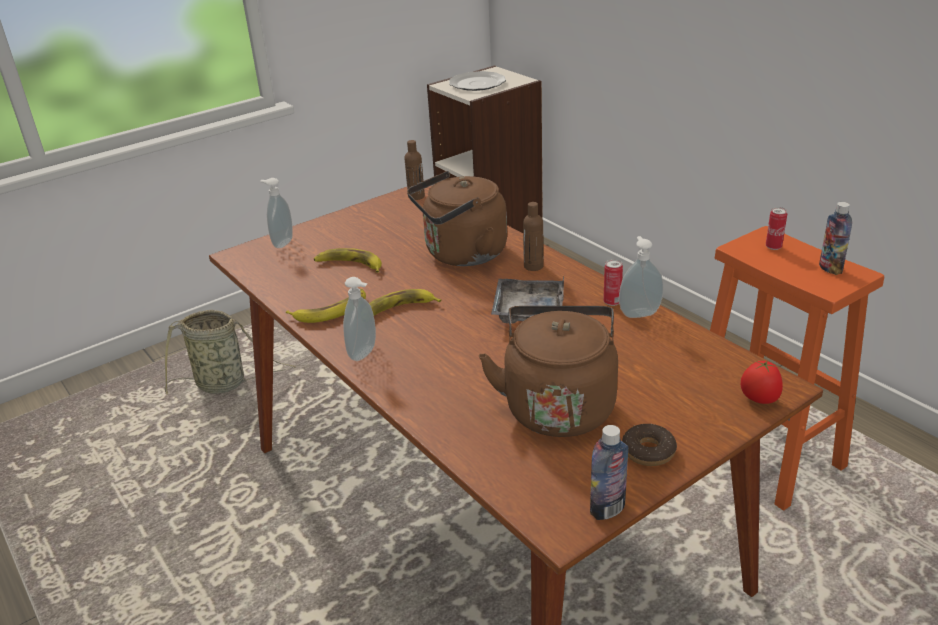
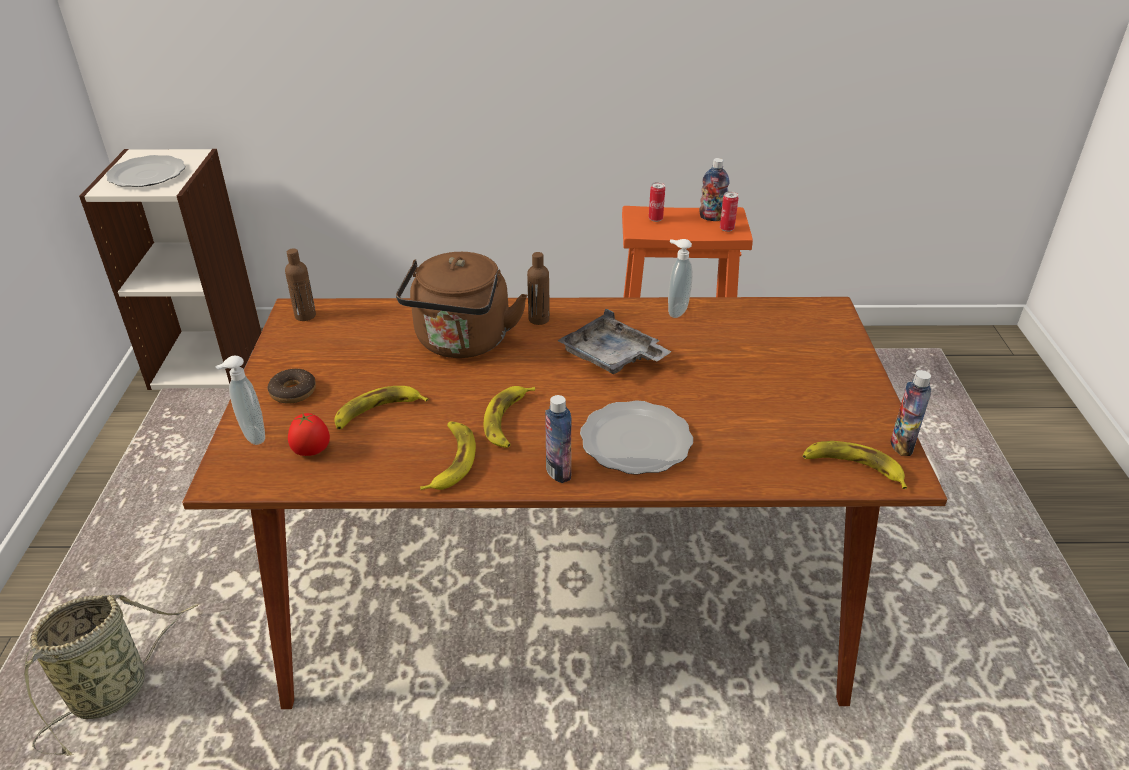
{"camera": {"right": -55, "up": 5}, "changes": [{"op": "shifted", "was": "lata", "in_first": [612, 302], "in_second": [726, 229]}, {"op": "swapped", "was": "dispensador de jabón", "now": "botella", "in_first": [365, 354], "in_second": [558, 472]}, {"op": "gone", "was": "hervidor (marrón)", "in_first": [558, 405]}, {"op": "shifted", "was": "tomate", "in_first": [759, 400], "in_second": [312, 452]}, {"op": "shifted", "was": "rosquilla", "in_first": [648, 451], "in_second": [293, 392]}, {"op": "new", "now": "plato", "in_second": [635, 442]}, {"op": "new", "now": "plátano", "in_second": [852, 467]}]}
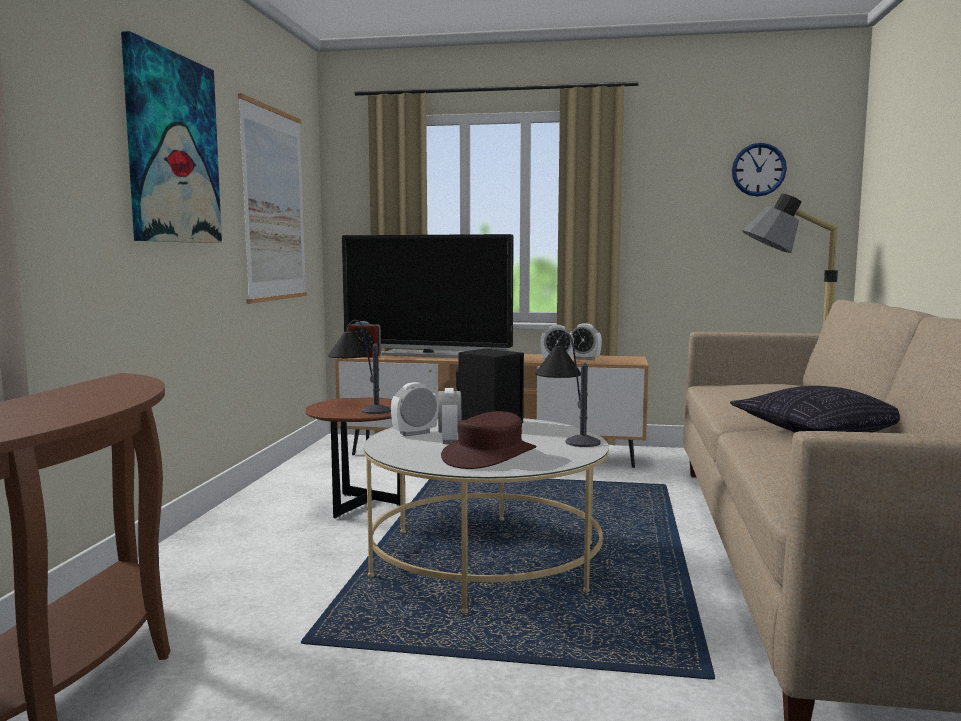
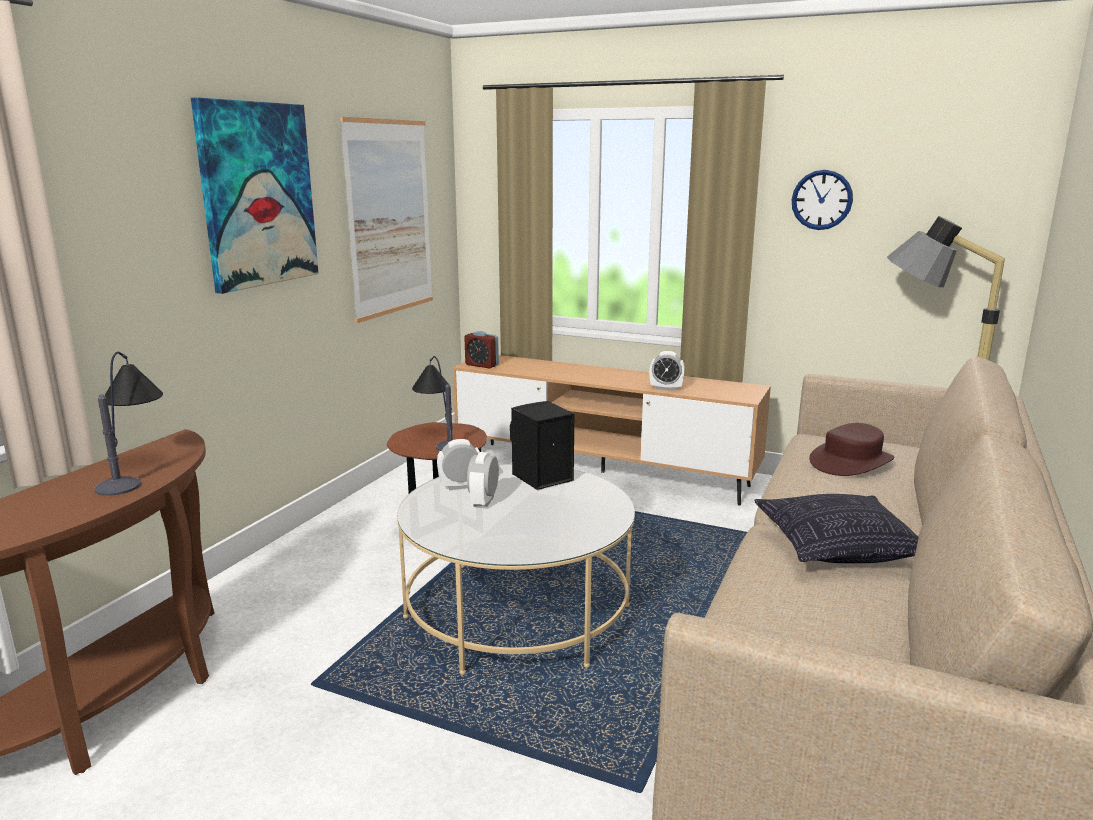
{"camera": {"right": 15, "up": 10}, "changes": [{"op": "shifted", "was": "reloj de pared", "in_first": [758, 169], "in_second": [821, 200]}, {"op": "gone", "was": "televisor", "in_first": [428, 354]}, {"op": "gone", "was": "despertador", "in_first": [584, 359]}, {"op": "shifted", "was": "lámpara de mesa", "in_first": [566, 434], "in_second": [134, 470]}, {"op": "shifted", "was": "sombrero (marrón)", "in_first": [490, 455], "in_second": [851, 462]}]}
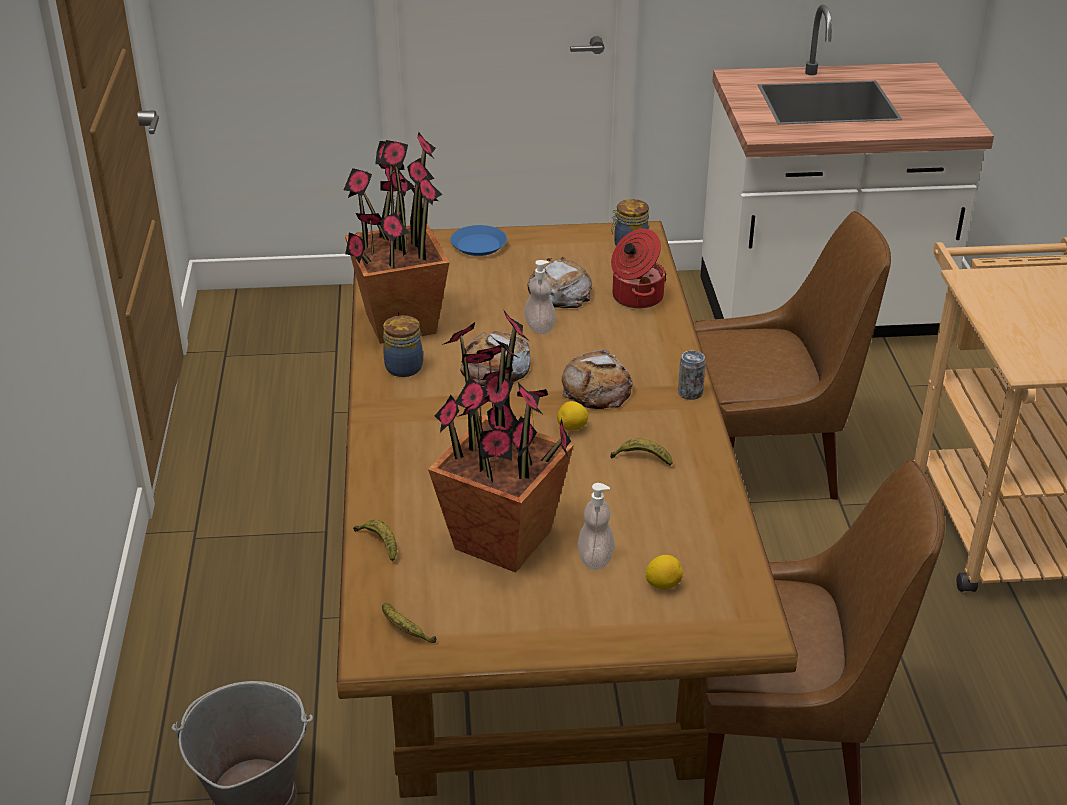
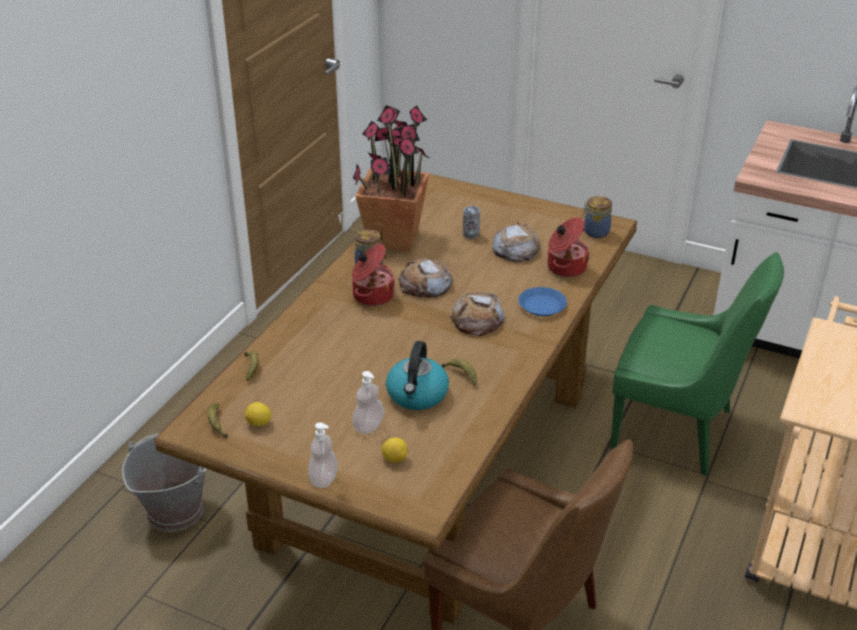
{"camera": {"right": 30, "up": 0}, "changes": [{"op": "repainted", "was": "silla (marrón)", "now": "silla (verde)", "in_first": [770, 461], "in_second": [677, 430]}, {"op": "shifted", "was": "plato (azul)", "in_first": [478, 245], "in_second": [542, 305]}, {"op": "shifted", "was": "dispensador de jabón", "in_first": [539, 327], "in_second": [323, 479]}, {"op": "gone", "was": "planta en maceta", "in_first": [502, 541]}, {"op": "shifted", "was": "lata", "in_first": [690, 393], "in_second": [471, 235]}, {"op": "shifted", "was": "limón", "in_first": [572, 428], "in_second": [259, 423]}, {"op": "new", "now": "olla", "in_second": [372, 295]}, {"op": "new", "now": "hervidor", "in_second": [417, 395]}]}
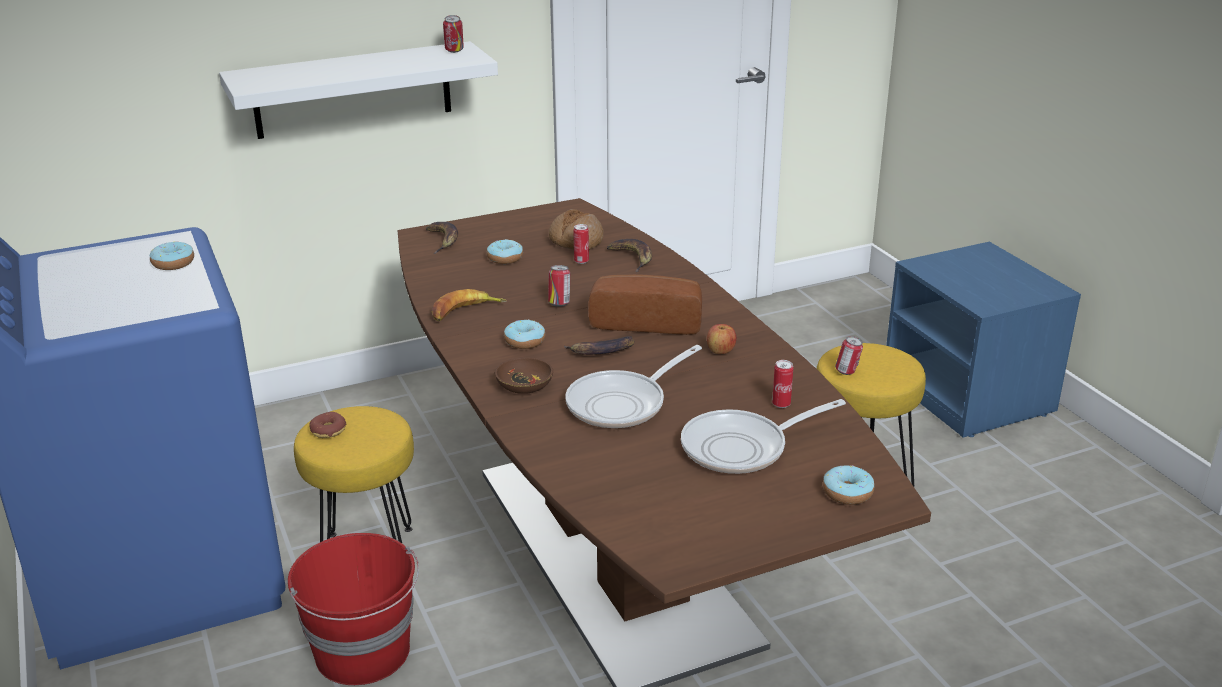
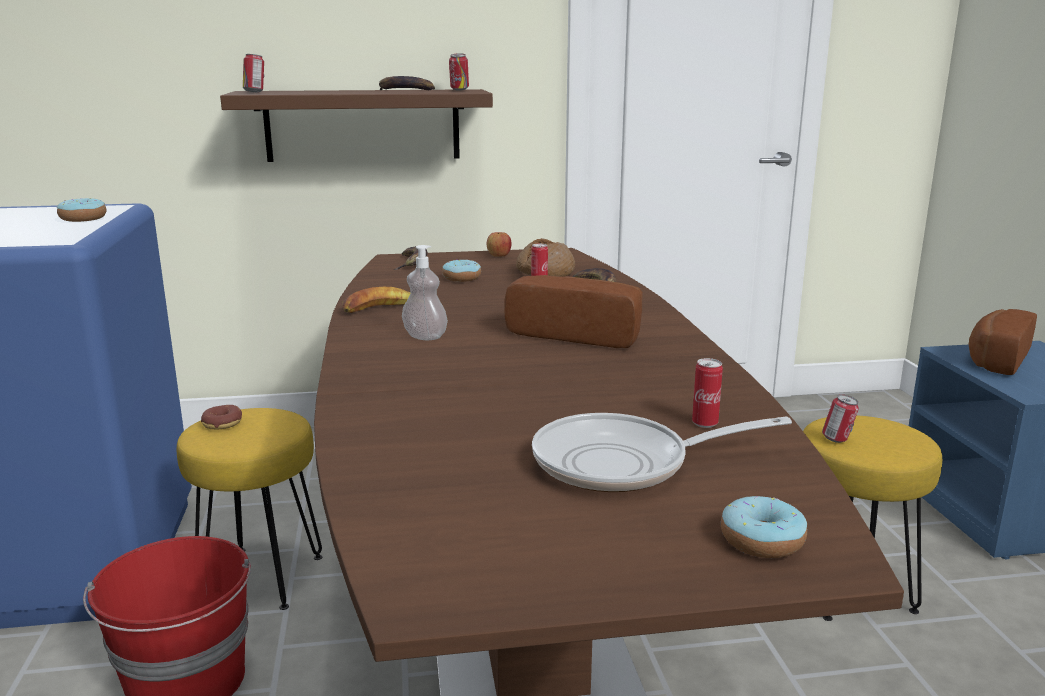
{"camera": {"right": 15, "up": -10}, "changes": [{"op": "repainted", "was": "estante (blanco)", "now": "estante (marrón)", "in_first": [353, 90], "in_second": [363, 125]}, {"op": "shifted", "was": "lata", "in_first": [559, 304], "in_second": [255, 92]}, {"op": "swapped", "was": "rosquilla", "now": "dispensador de jabón", "in_first": [525, 341], "in_second": [425, 337]}, {"op": "shifted", "was": "manzana", "in_first": [720, 351], "in_second": [499, 256]}, {"op": "shifted", "was": "plátano", "in_first": [601, 352], "in_second": [405, 91]}, {"op": "gone", "was": "sartén", "in_first": [622, 404]}, {"op": "gone", "was": "cuenco (marrón)", "in_first": [524, 386]}, {"op": "new", "now": "pan", "in_second": [994, 359]}]}
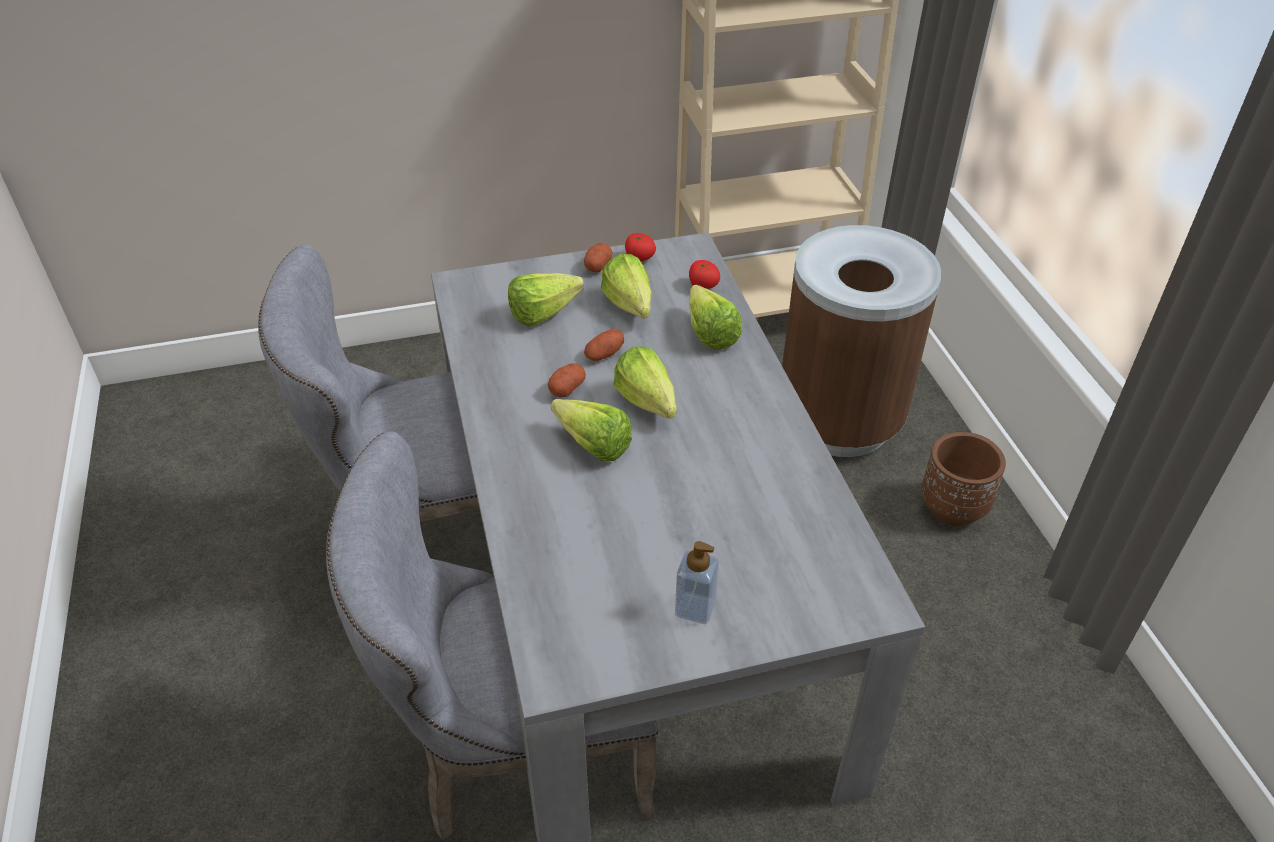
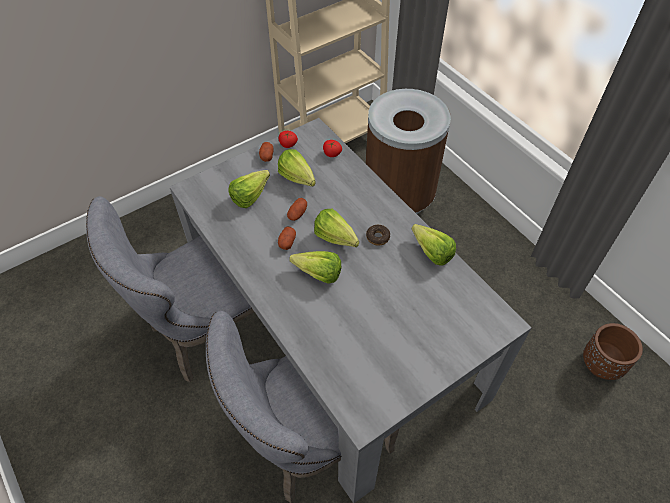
{"camera": {"right": -20, "up": 10}, "changes": [{"op": "shifted", "was": "lechuga", "in_first": [709, 330], "in_second": [429, 250]}, {"op": "shifted", "was": "maceta (marrón)", "in_first": [953, 507], "in_second": [601, 364]}, {"op": "gone", "was": "dispensador de jabón", "in_first": [695, 608]}, {"op": "new", "now": "rosquilla", "in_second": [377, 237]}]}
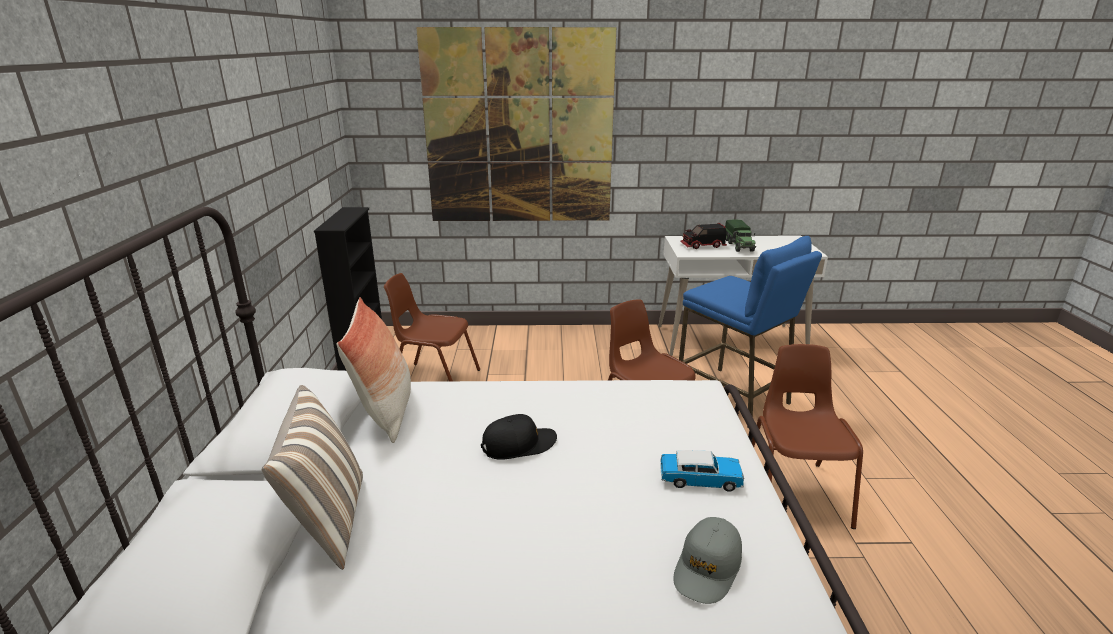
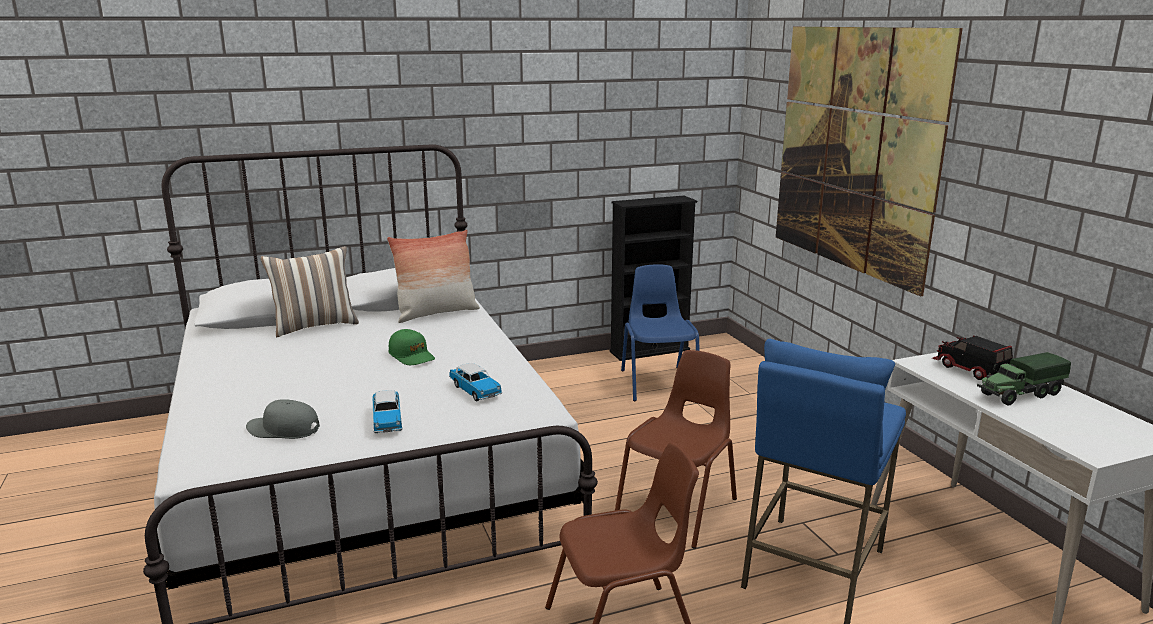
{"camera": {"right": 70, "up": -5}, "changes": [{"op": "repainted", "was": "silla (marrón)", "now": "silla (azul)", "in_first": [434, 381], "in_second": [658, 383]}, {"op": "repainted", "was": "gorra (negro)", "now": "gorra (verde)", "in_first": [519, 445], "in_second": [412, 356]}, {"op": "new", "now": "coche de juguete", "in_second": [475, 391]}]}
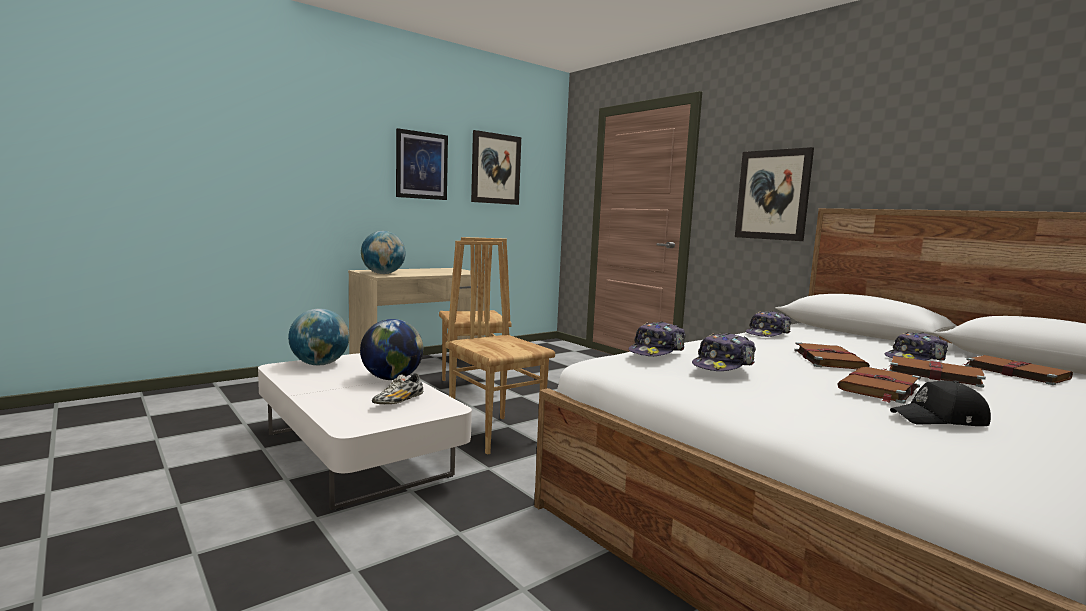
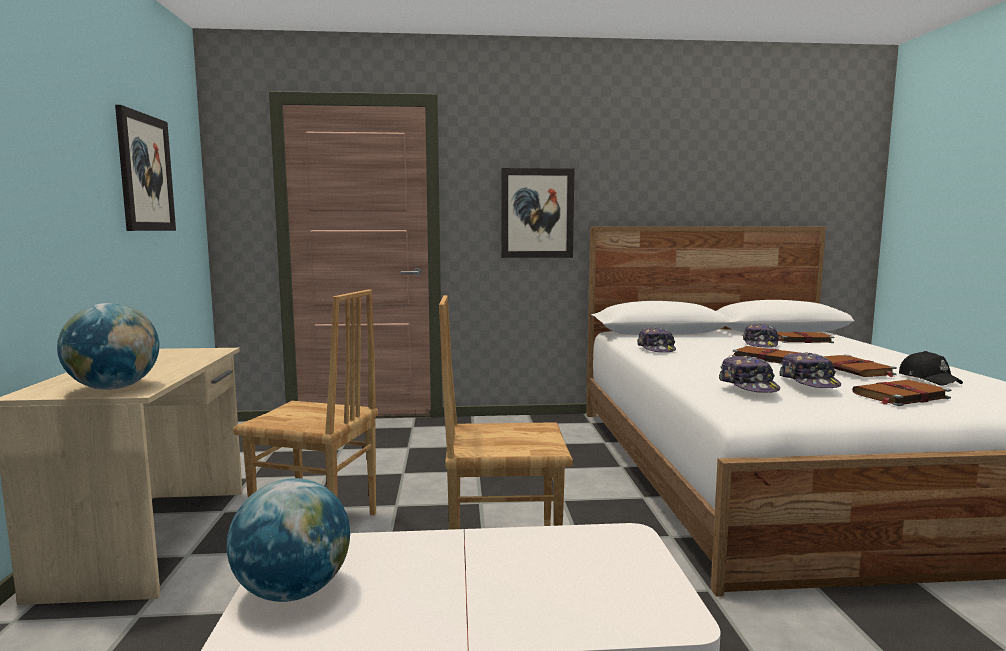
{"camera": {"right": -55, "up": 0}, "changes": [{"op": "gone", "was": "cuadro", "in_first": [421, 165]}, {"op": "gone", "was": "globo terráqueo", "in_first": [392, 379]}, {"op": "shifted", "was": "libro (marrón)", "in_first": [932, 374], "in_second": [899, 396]}, {"op": "gone", "was": "zapato", "in_first": [398, 402]}, {"op": "rotated", "was": "gorra (negro)", "in_first": [940, 420], "in_second": [929, 379], "clockwise": -45}]}
